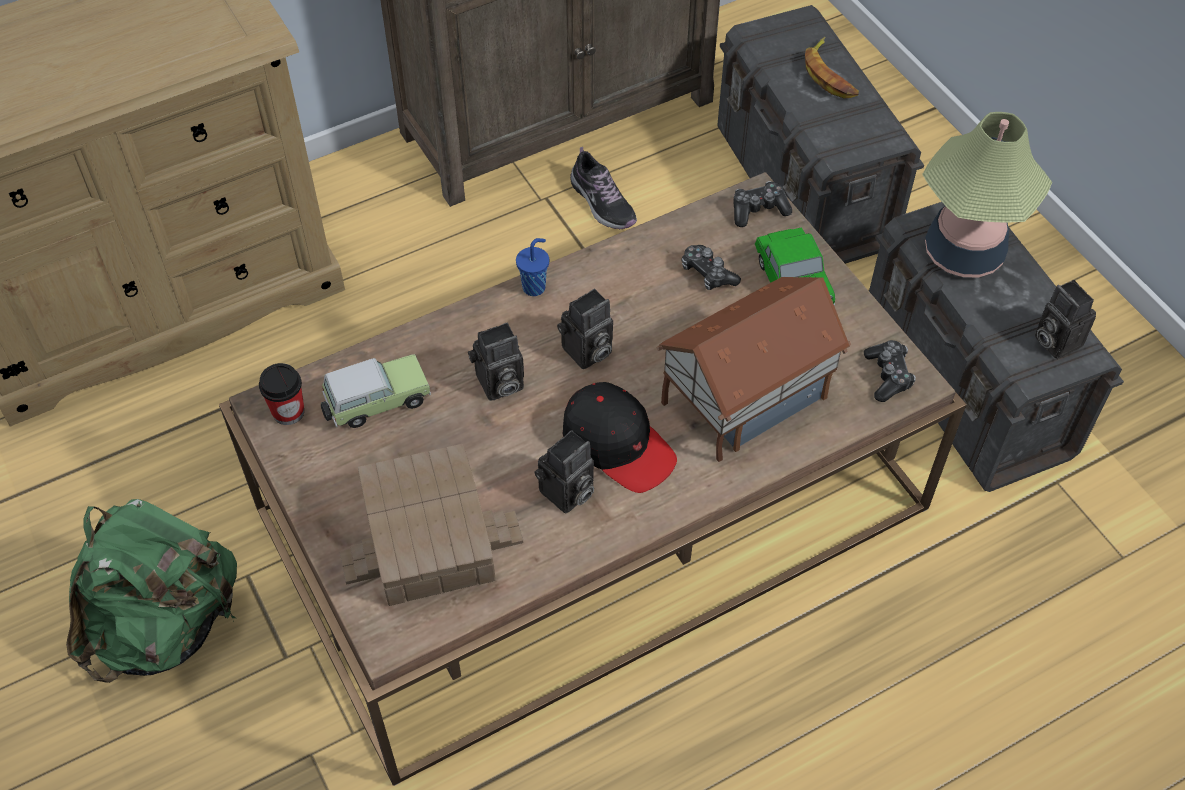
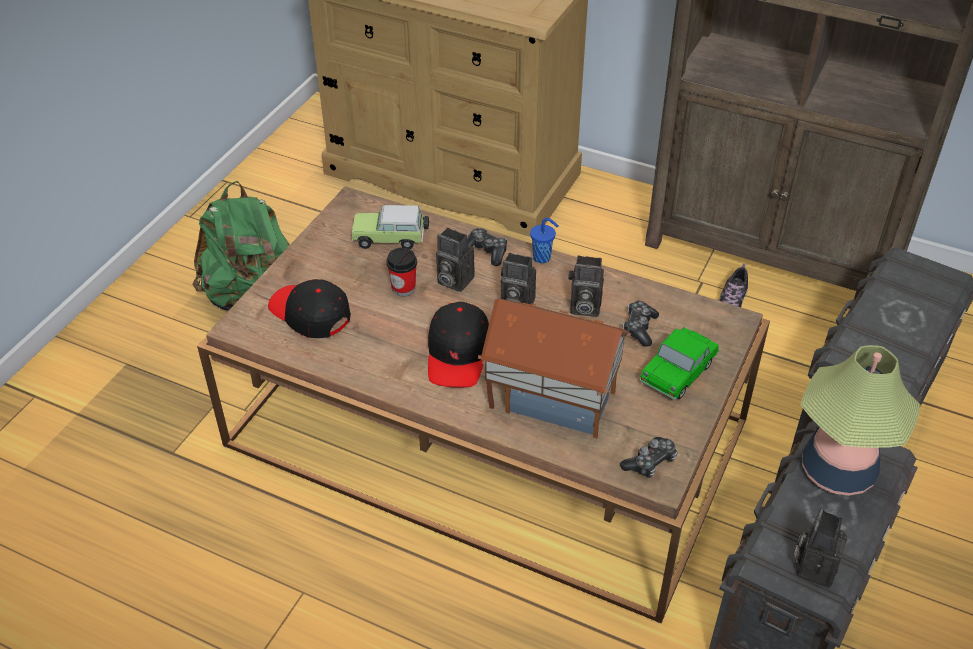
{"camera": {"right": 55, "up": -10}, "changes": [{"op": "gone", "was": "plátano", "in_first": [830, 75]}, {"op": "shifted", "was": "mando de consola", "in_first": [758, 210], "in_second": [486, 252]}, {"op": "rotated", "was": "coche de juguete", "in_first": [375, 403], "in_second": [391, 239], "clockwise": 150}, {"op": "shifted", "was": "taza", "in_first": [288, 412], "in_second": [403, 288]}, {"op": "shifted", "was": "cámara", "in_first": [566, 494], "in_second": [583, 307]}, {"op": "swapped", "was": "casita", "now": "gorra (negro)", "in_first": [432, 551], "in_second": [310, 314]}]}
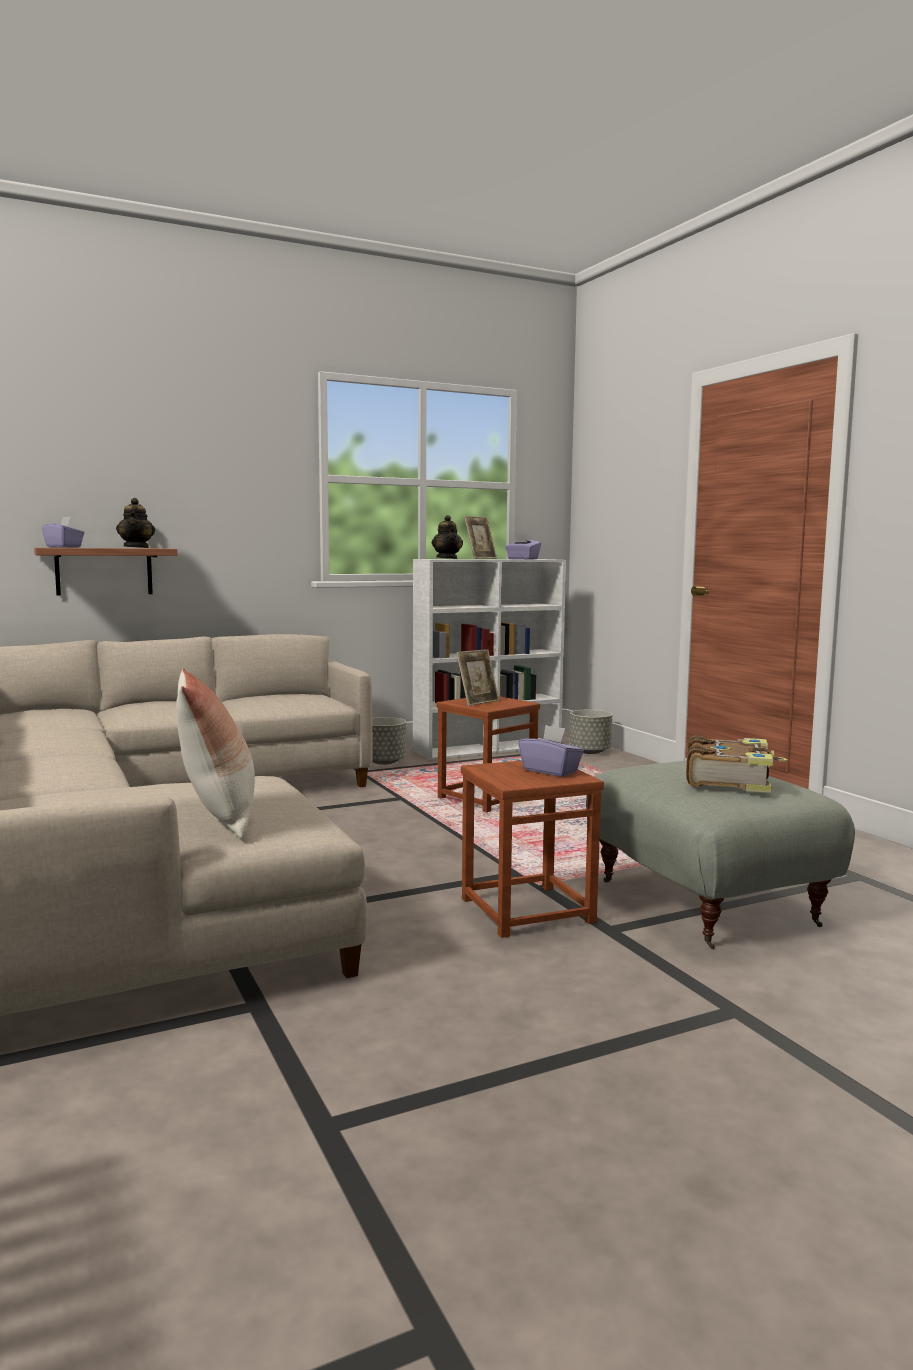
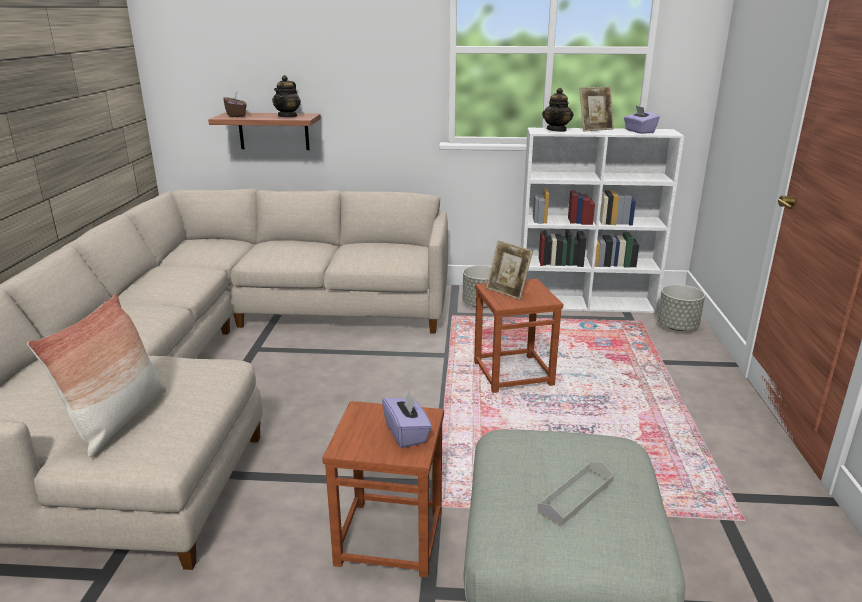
{"camera": {"right": 30, "up": 15}, "changes": [{"op": "repainted", "was": "caja de pañuelos (morado)", "now": "caja de pañuelos (marrón)", "in_first": [64, 547], "in_second": [236, 115]}, {"op": "rotated", "was": "portarretratos", "in_first": [477, 702], "in_second": [507, 292], "clockwise": 60}, {"op": "swapped", "was": "libro", "now": "bandeja (gris)", "in_first": [729, 779], "in_second": [576, 496]}]}
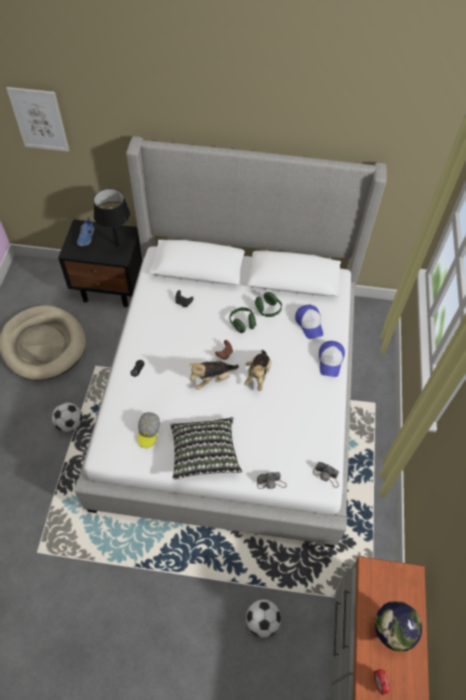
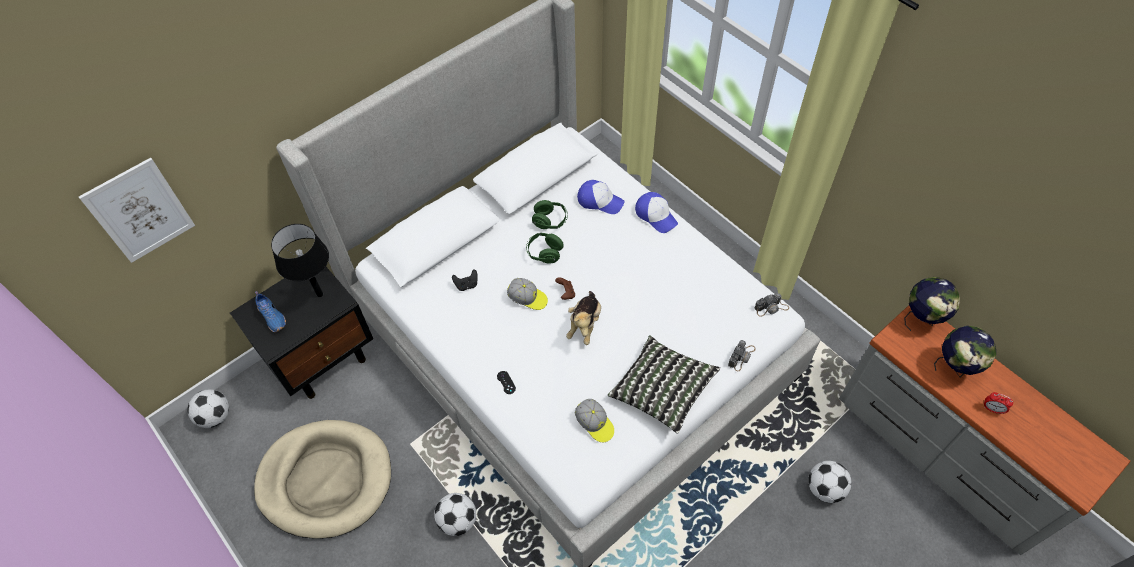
{"camera": {"right": -45, "up": 0}, "changes": [{"op": "gone", "was": "peluche", "in_first": [258, 375]}, {"op": "new", "now": "globo terráqueo", "in_second": [922, 319]}, {"op": "new", "now": "gorra", "in_second": [528, 298]}, {"op": "new", "now": "balón de fútbol", "in_second": [215, 416]}]}
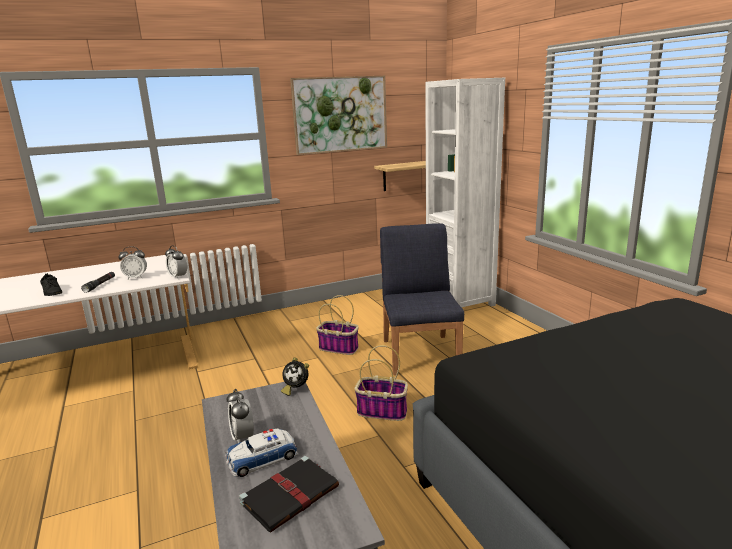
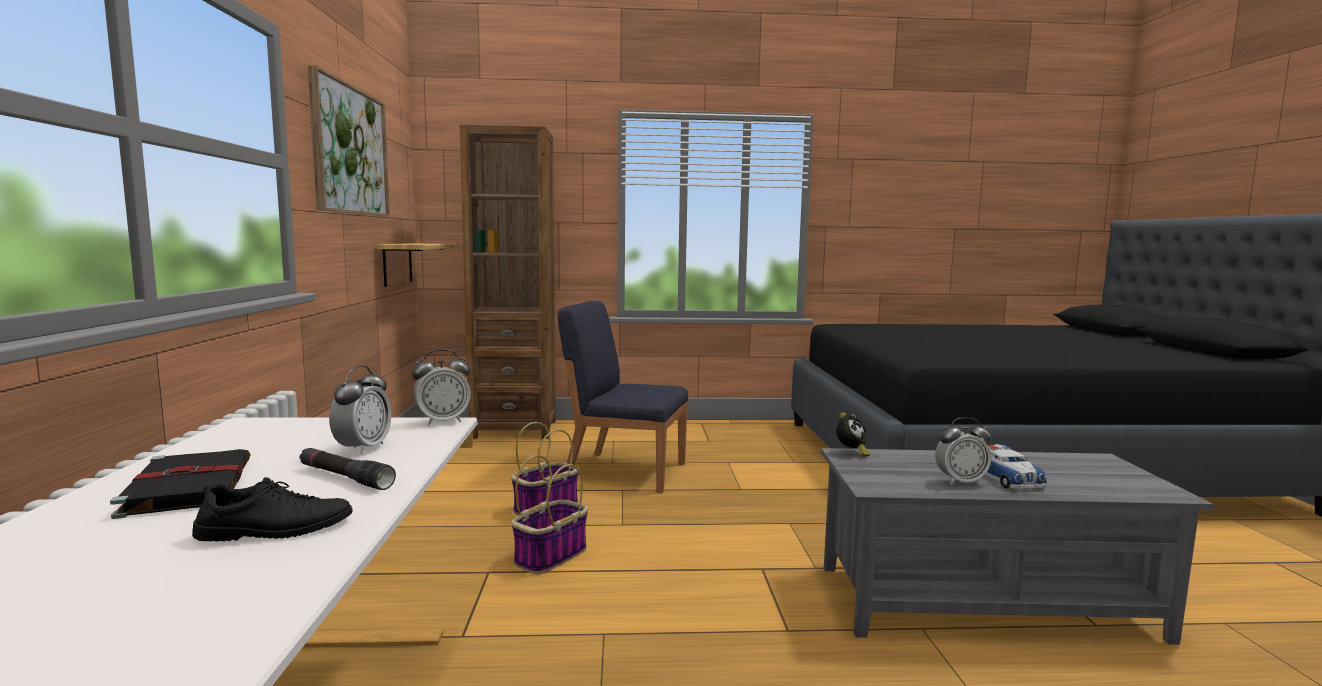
{"camera": {"right": -70, "up": -10}, "changes": [{"op": "repainted", "was": "estantería (blanco)", "now": "estantería (marrón)", "in_first": [460, 300], "in_second": [514, 429]}, {"op": "shifted", "was": "cesta", "in_first": [383, 411], "in_second": [551, 556]}, {"op": "shifted", "was": "libro (negro)", "in_first": [291, 494], "in_second": [189, 486]}]}
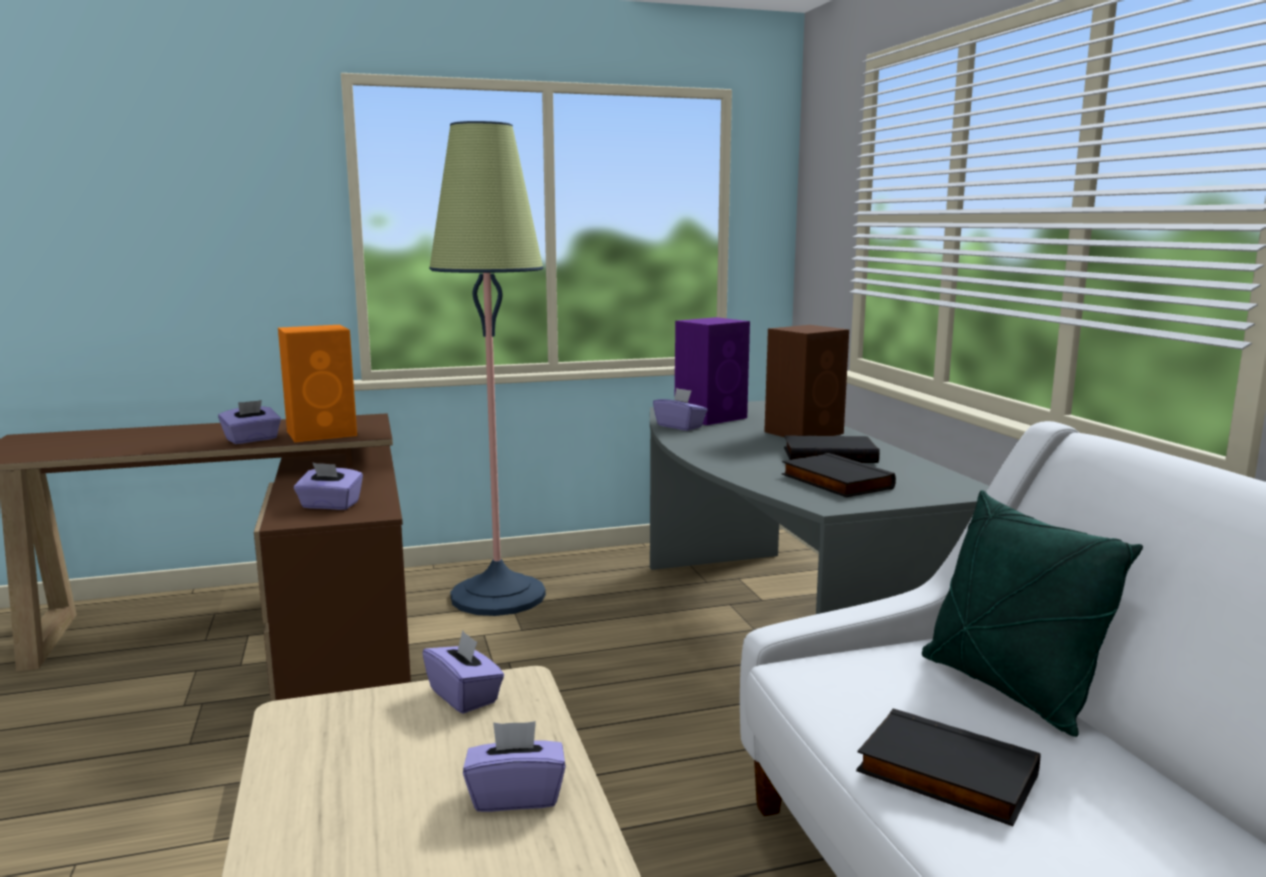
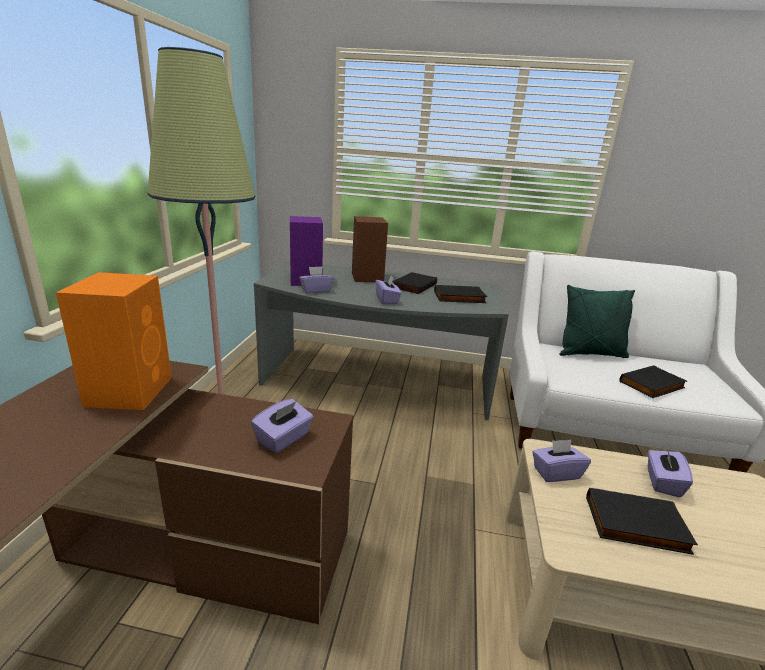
{"camera": {"right": -65, "up": 10}, "changes": [{"op": "shifted", "was": "caja de pañuelos (morado)", "in_first": [252, 439], "in_second": [387, 300]}, {"op": "new", "now": "libro (negro)", "in_second": [635, 525]}]}
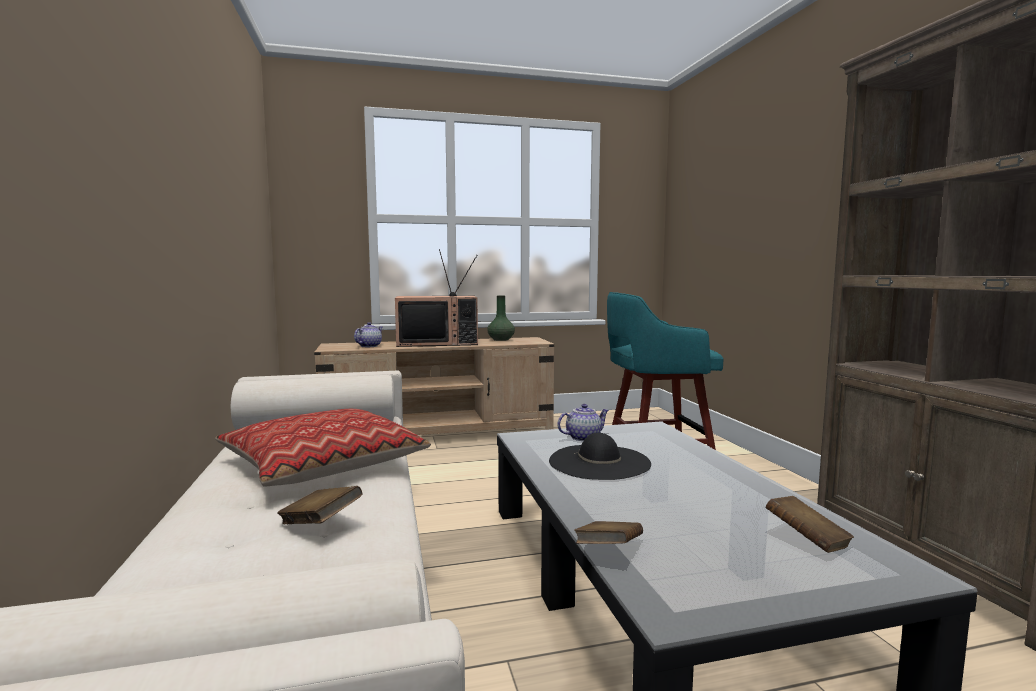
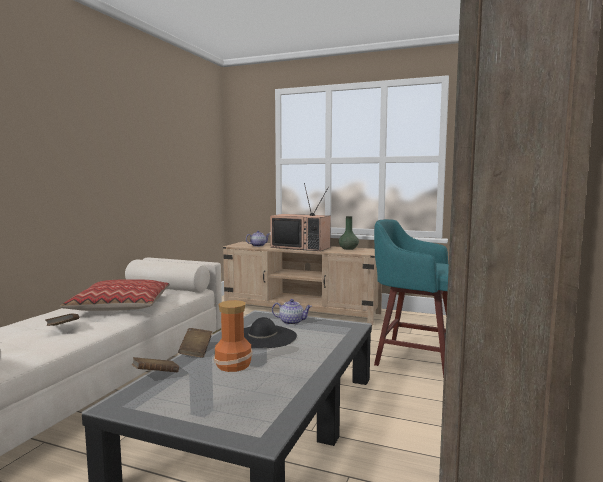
{"camera": {"right": 35, "up": 0}, "changes": [{"op": "shifted", "was": "libro (marrón)", "in_first": [807, 540], "in_second": [196, 351]}, {"op": "new", "now": "florero", "in_second": [234, 365]}]}
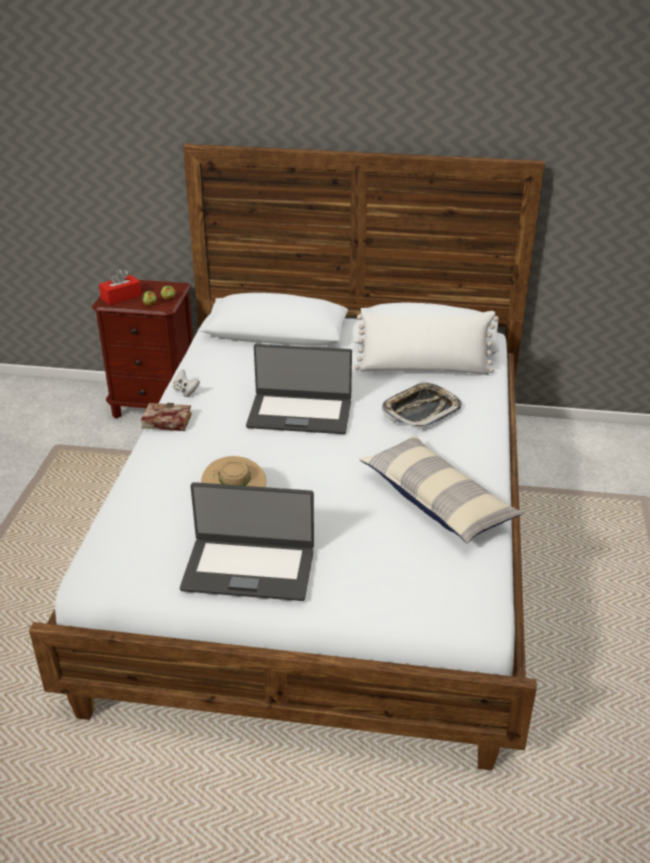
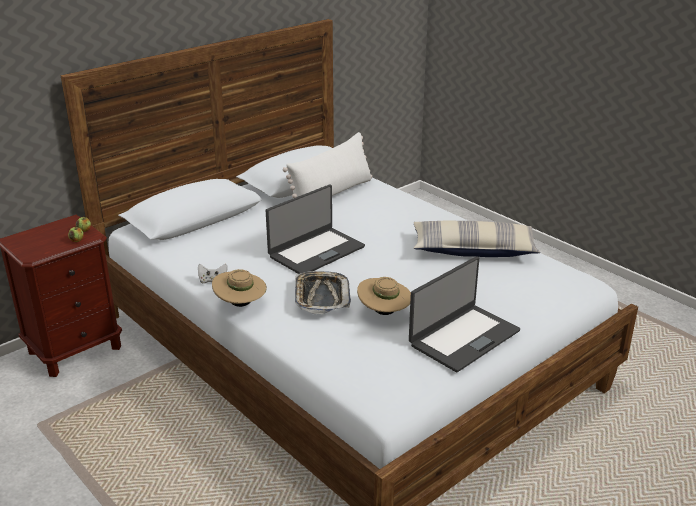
{"camera": {"right": -50, "up": -5}, "changes": [{"op": "gone", "was": "caja de pañuelos (rojo)", "in_first": [121, 296]}, {"op": "shifted", "was": "bandeja", "in_first": [420, 410], "in_second": [321, 296]}, {"op": "swapped", "was": "libro", "now": "sombrero (beis)", "in_first": [164, 422], "in_second": [240, 304]}]}
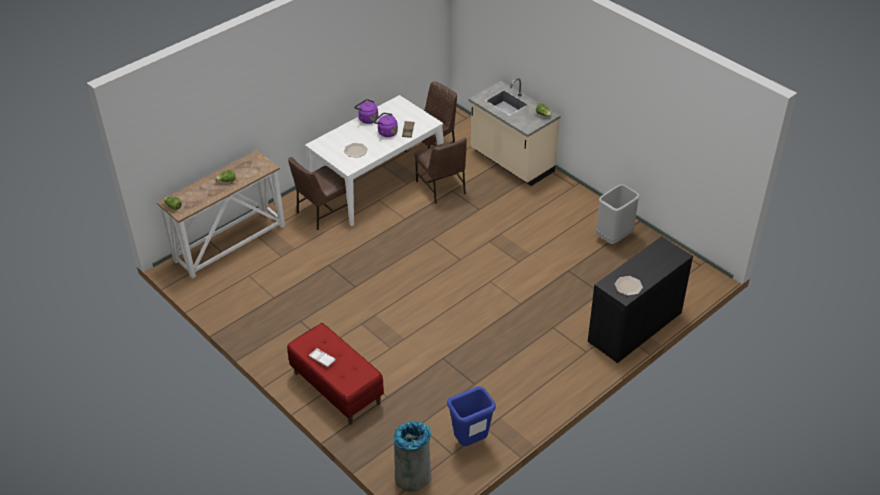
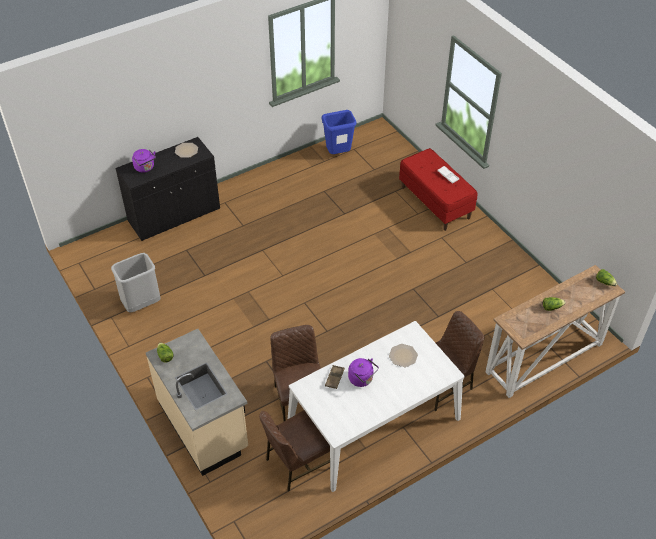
{"camera": {"right": -170, "up": 5}, "changes": [{"op": "shifted", "was": "hervidor (morado)", "in_first": [367, 119], "in_second": [145, 168]}, {"op": "gone", "was": "papelera (gris)", "in_first": [413, 476]}]}
